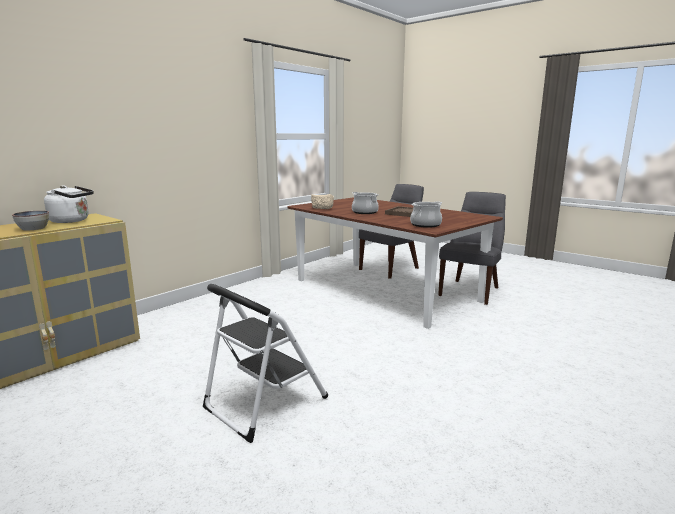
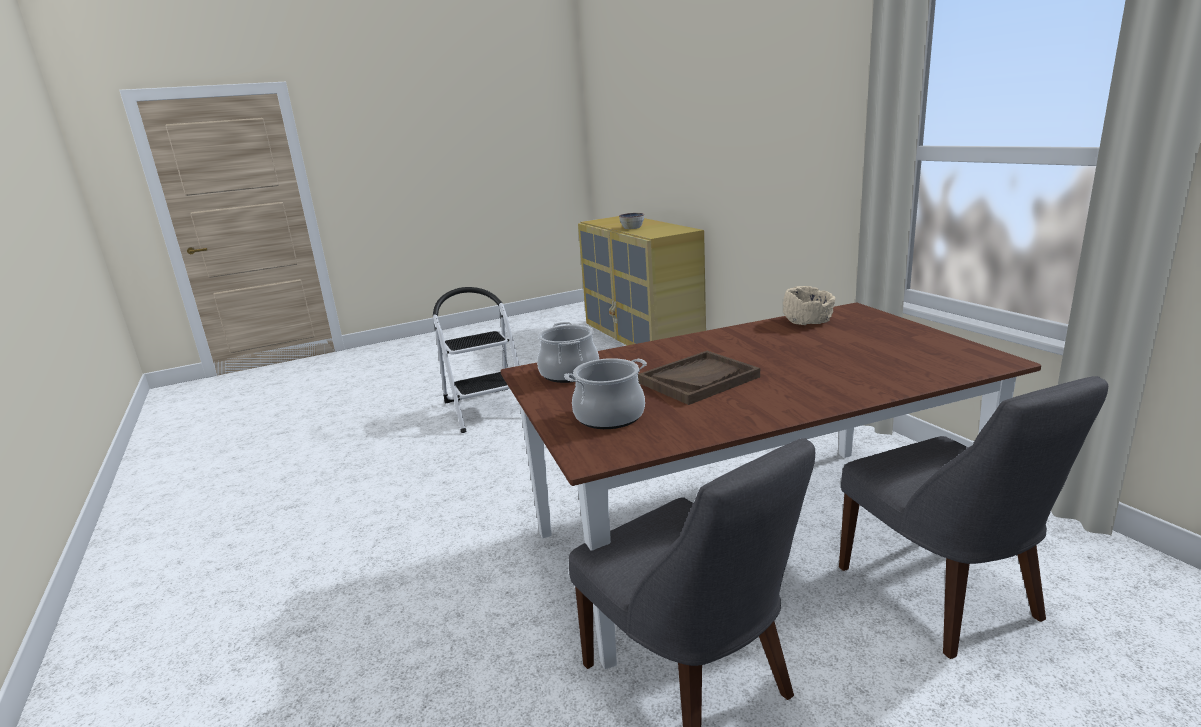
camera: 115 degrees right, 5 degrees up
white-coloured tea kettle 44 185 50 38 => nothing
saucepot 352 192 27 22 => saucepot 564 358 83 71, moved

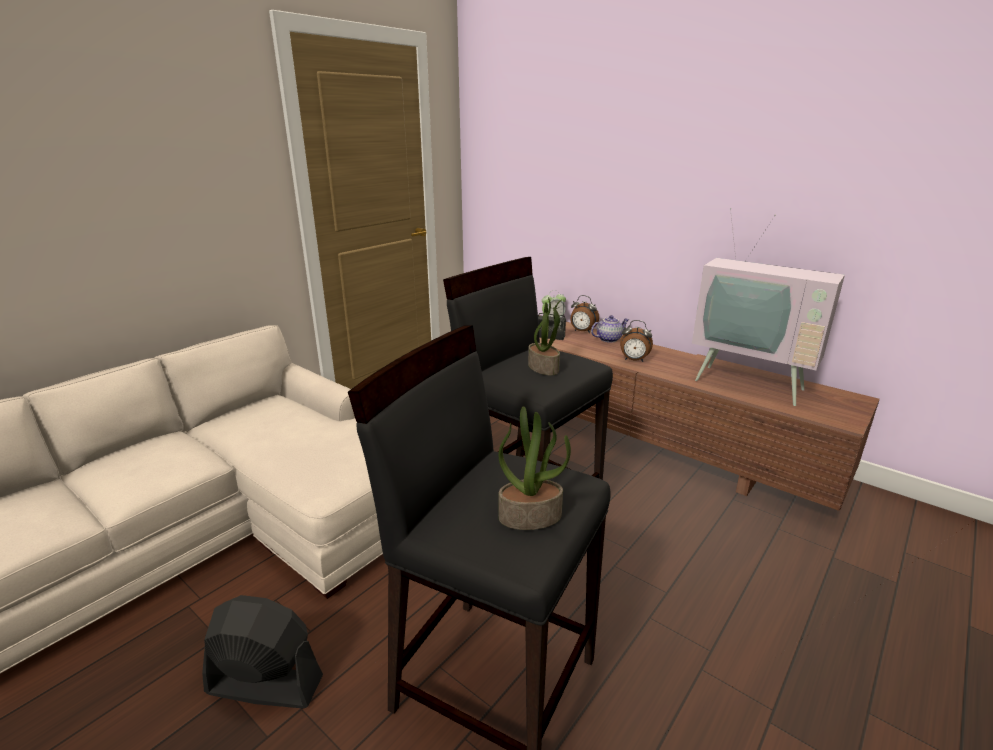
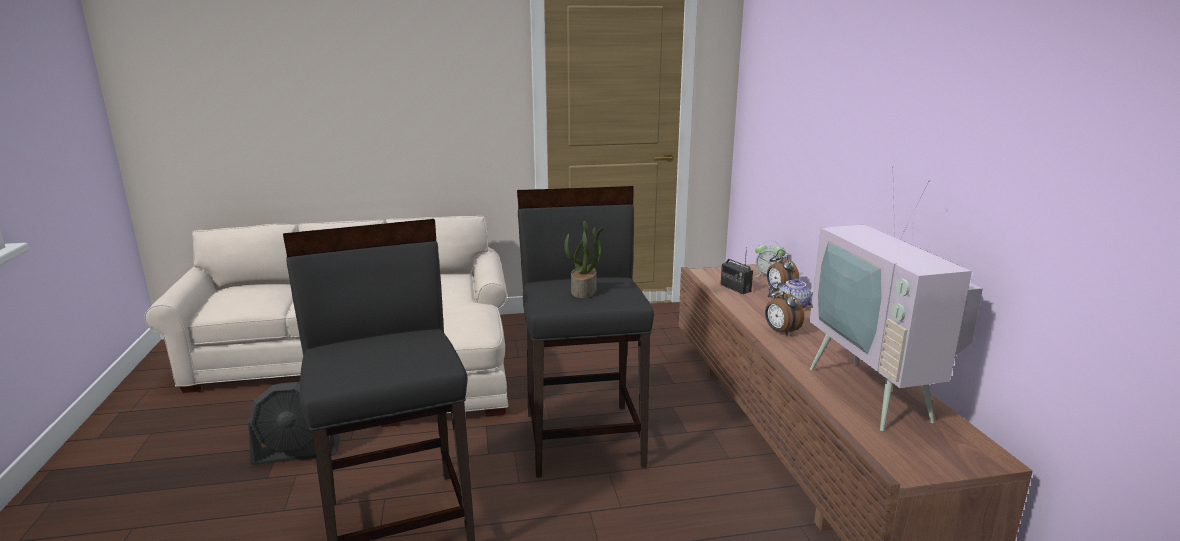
camera: 40 degrees right, 5 degrees down
black cooling fan 202 595 121 113 => black cooling fan 248 382 92 83, 120 degrees clockwise
potted plant 499 406 72 124 => nothing

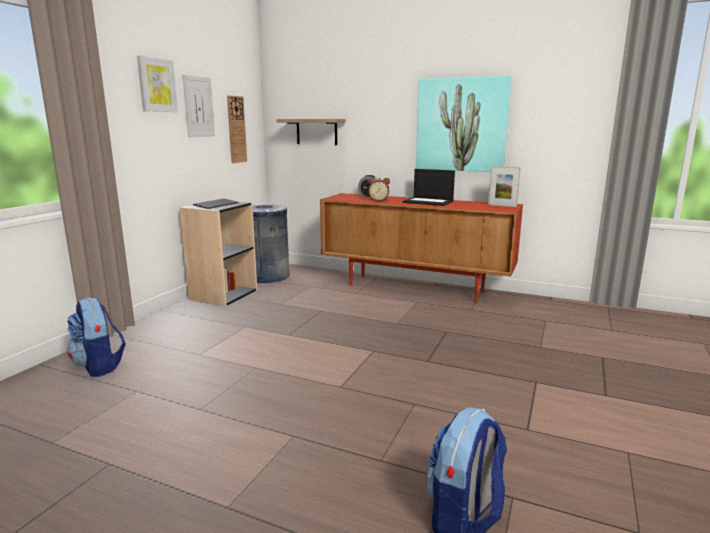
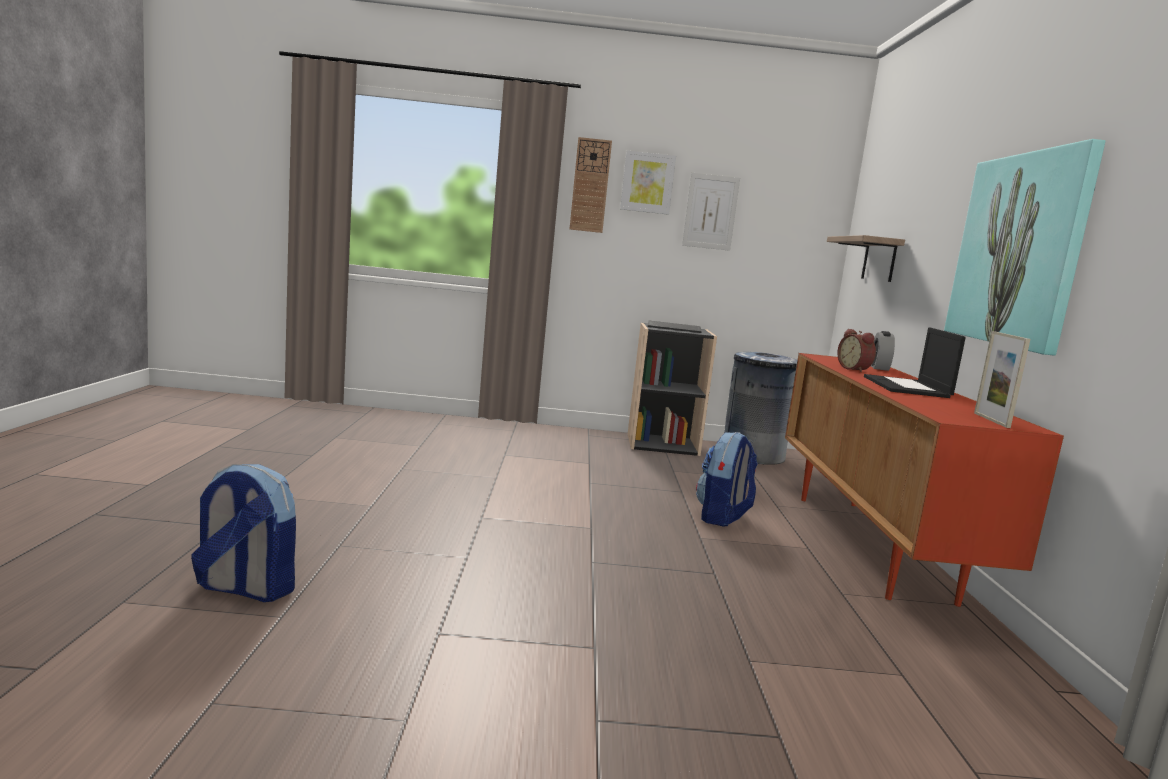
camera: 65 degrees right, 5 degrees down
rucksack 67 297 59 80 => rucksack 696 432 62 95, moved
clock on the wall 227 95 20 68 => clock on the wall 570 137 42 96, moved

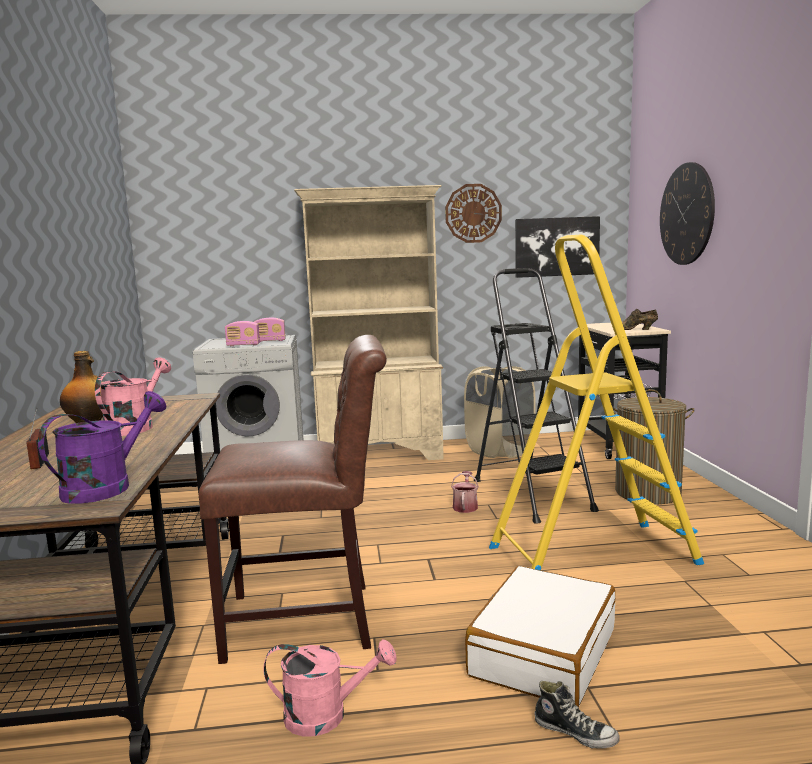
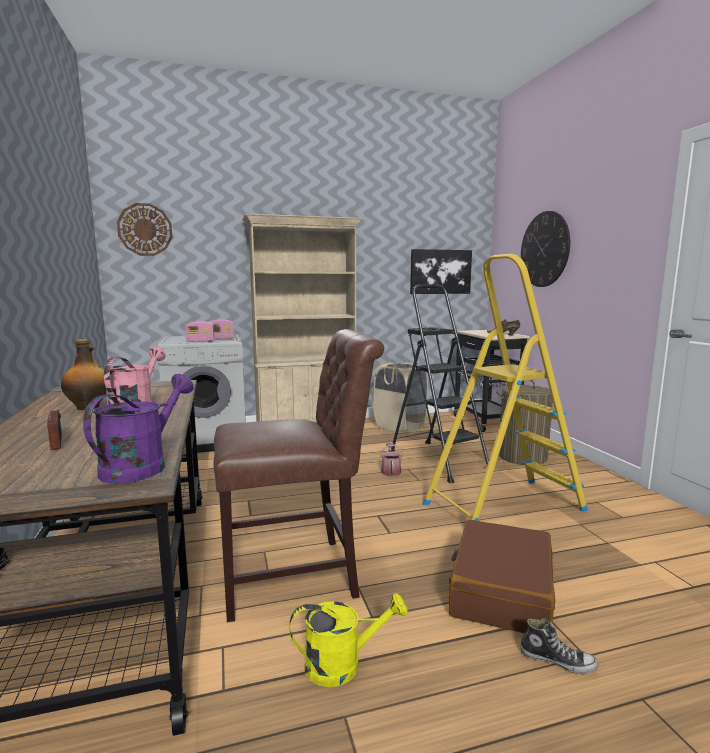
camera: 10 degrees left, 0 degrees up
pinkish watering can 263 639 134 98 => yellow watering can 289 593 119 94
clock on the wall 445 184 57 59 => clock on the wall 117 203 55 53, moved
white-coloured travel case 465 566 150 141 => brown travel case 449 519 106 114

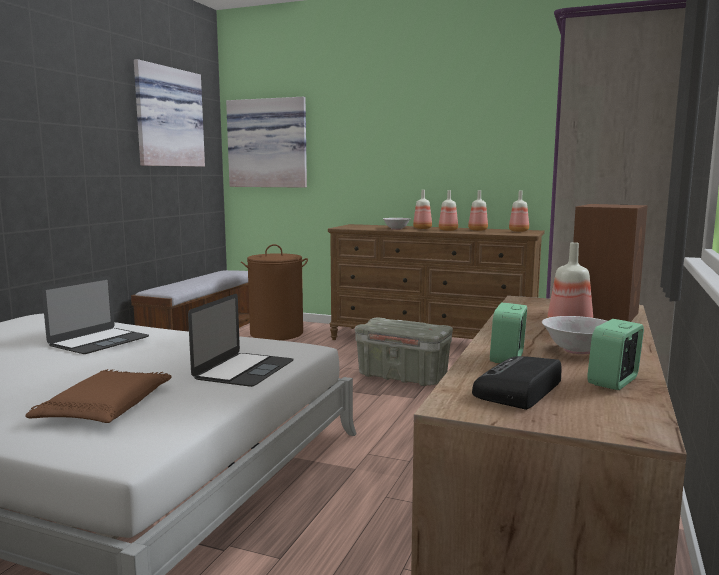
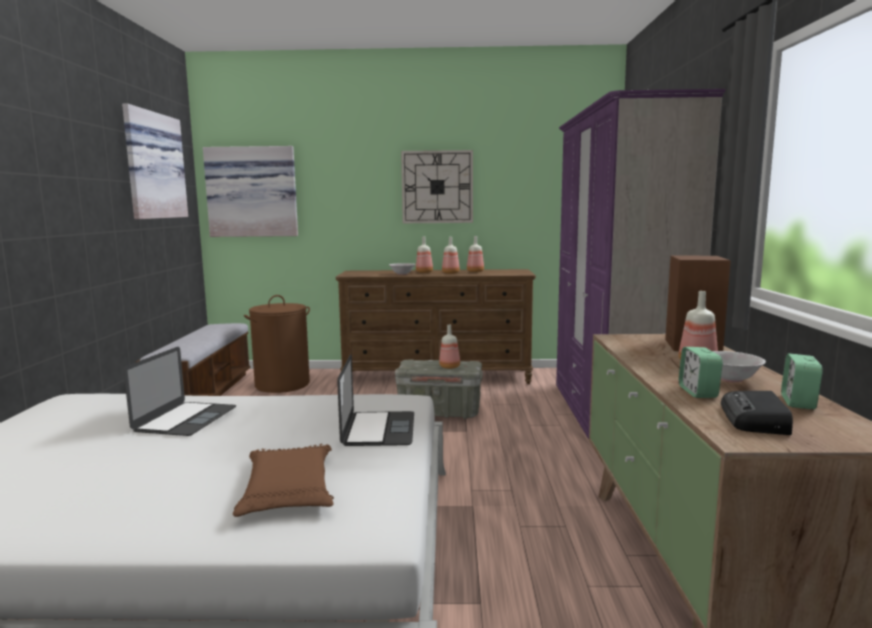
camera: 20 degrees left, 0 degrees up
bottle 509 191 20 41 => bottle 439 325 21 44, moved
nothing => clock on the wall 401 150 72 73

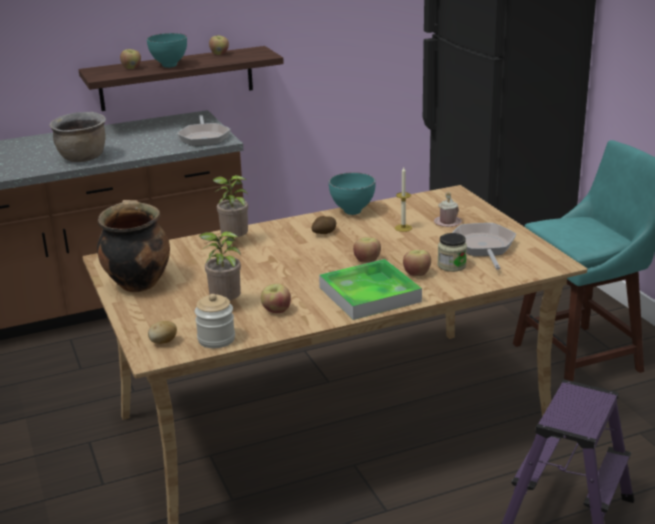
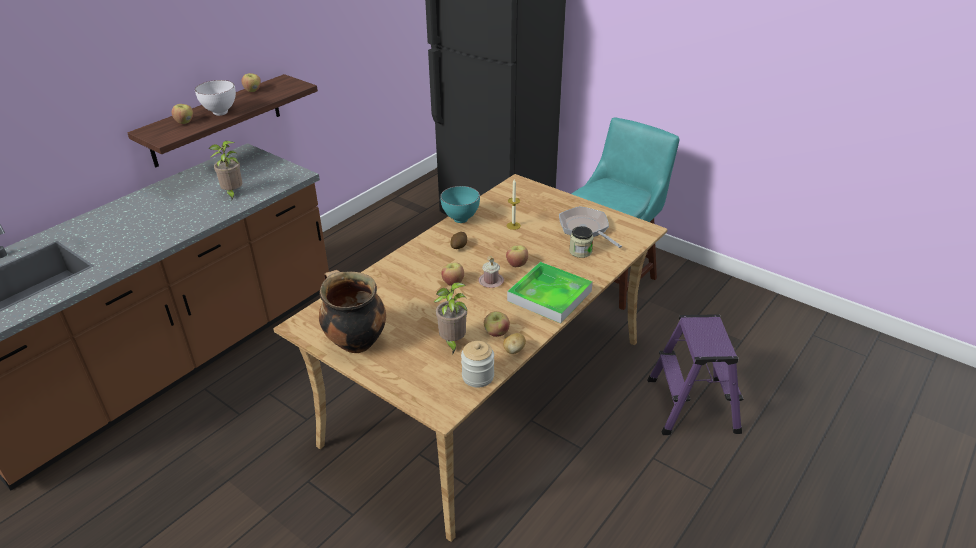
camera: 30 degrees left, 10 degrees up
brown saucepot 50 112 56 50 => nothing
turquoise-coloured deep dish 147 33 40 35 => white-coloured deep dish 195 80 41 36
potato 148 321 29 23 => potato 503 333 23 21, moved
pan 177 115 54 31 => nothing
potted plant 213 175 35 74 => potted plant 209 141 33 58, moved
apple 403 250 28 26 => apple 441 263 23 23, moved
pinkish coffee mug 434 192 28 35 => pinkish coffee mug 478 256 26 32, moved

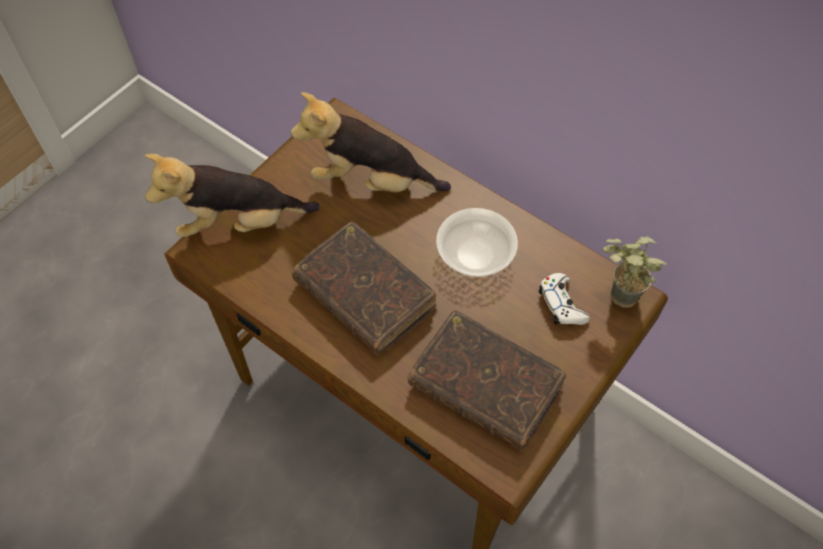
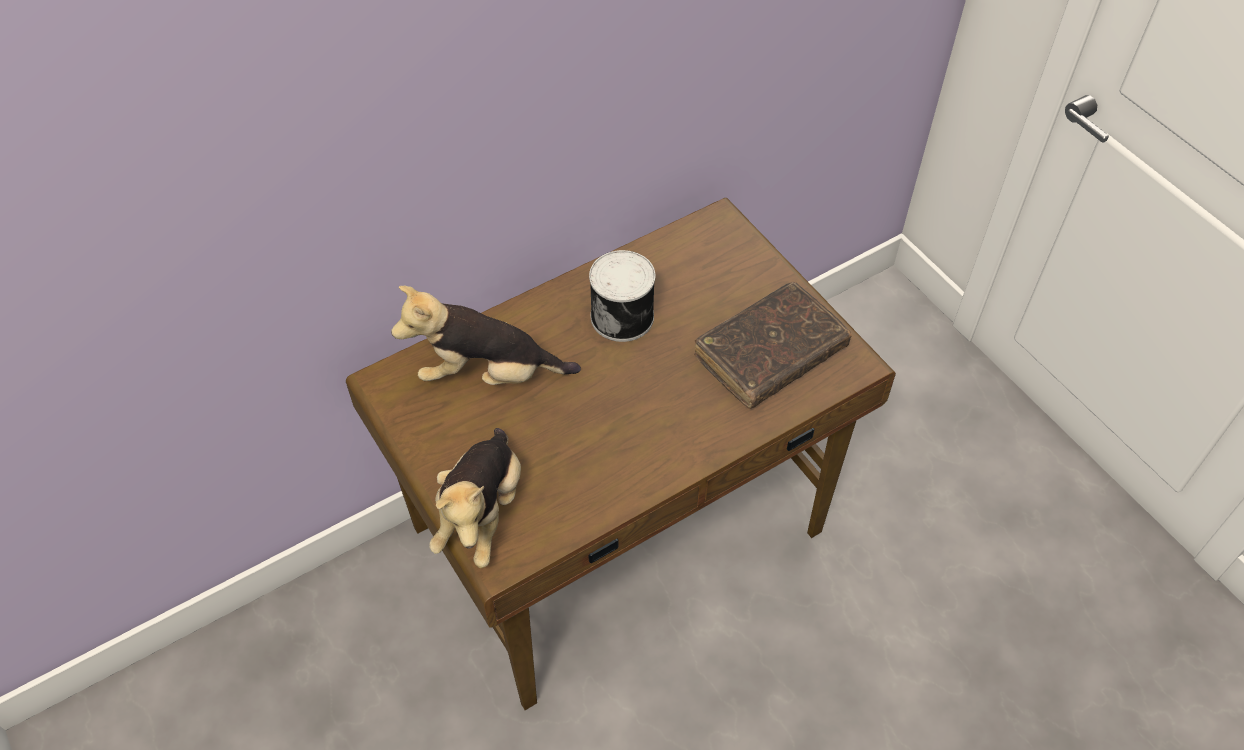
camera: 70 degrees left, 5 degrees down
soft toy 291 92 160 100 => soft toy 391 286 190 99, 60 degrees clockwise
brown book 292 221 145 134 => nothing
deep dish 436 208 82 69 => metal can 589 250 66 92
white-coloured game controller 539 273 51 52 => nothing
potted plant 602 236 65 72 => nothing

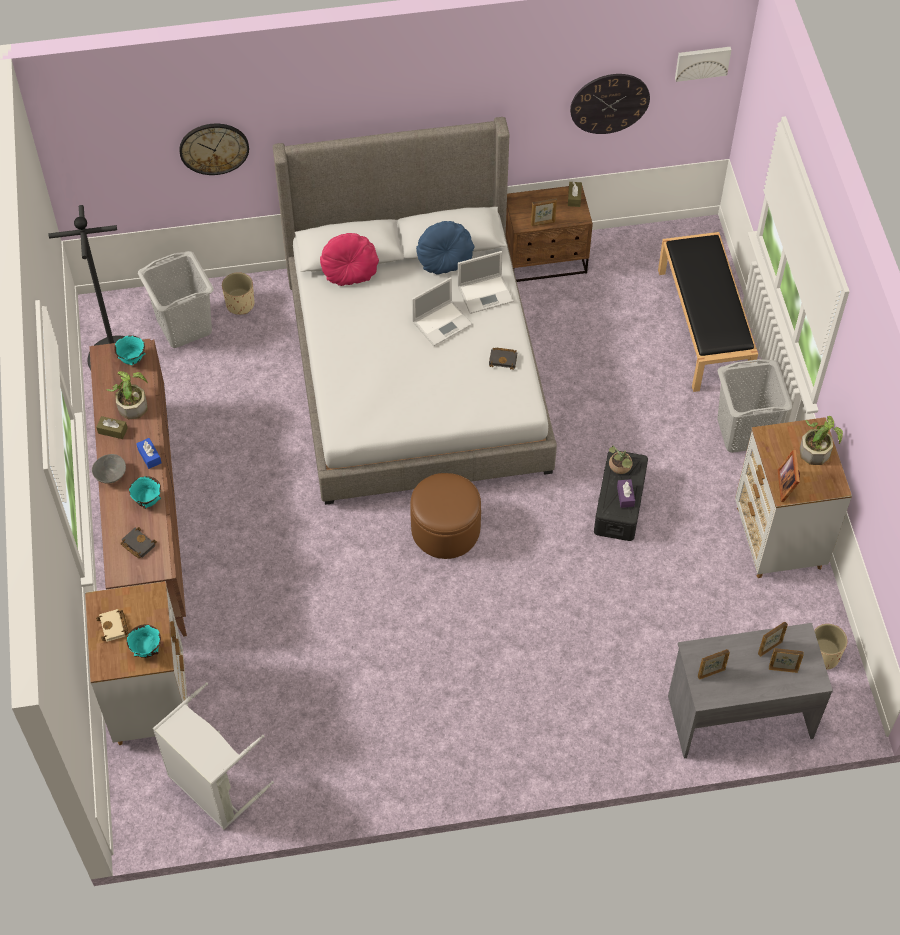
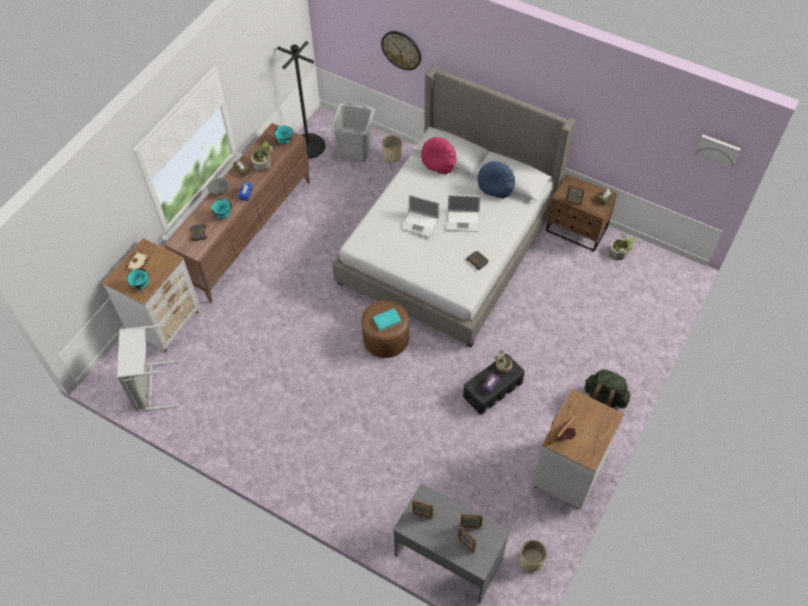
camera: 40 degrees right, 0 degrees up
laptop 458 251 56 63 => laptop 401 194 39 44, moved
clock on the wall 570 74 80 60 => nothing
black bench 658 232 100 160 => nothing
gray washing basket 717 359 75 94 => green-coloured rucksack 585 369 45 40
potted plant 800 416 43 49 => potted plant 608 232 28 28, moved
nothing => turquoise-coloured book 373 308 29 23

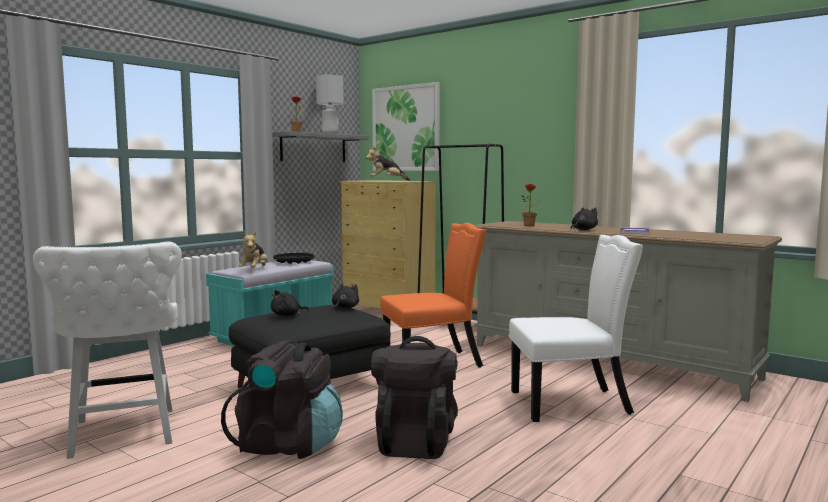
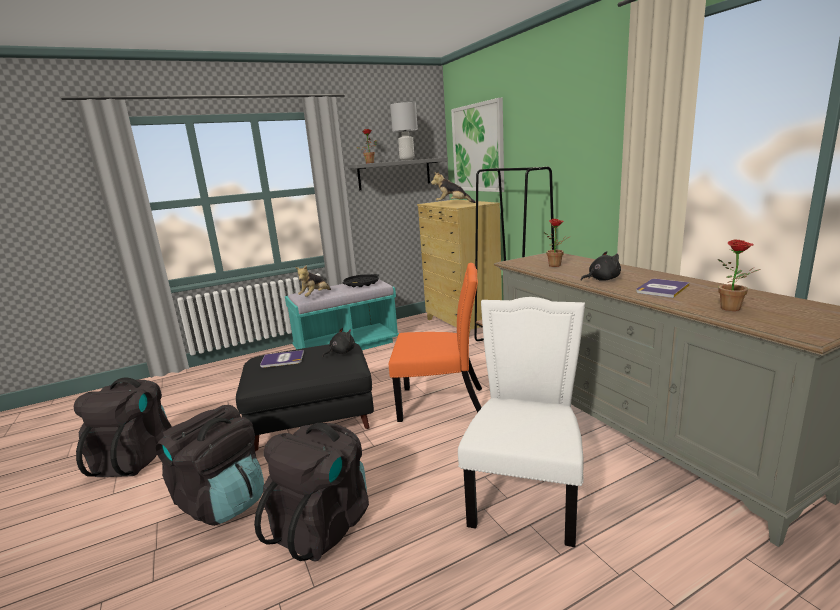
camera: 25 degrees right, 10 degrees up
white-coloured sitting stool 33 241 149 218 => black rucksack 74 377 98 100
black soft toy 271 290 38 26 => book 260 350 44 18
white-coloured plain chair 509 235 134 187 => white-coloured plain chair 458 297 127 250, 90 degrees counterclockwise
nothing => potted plant 718 239 43 72

